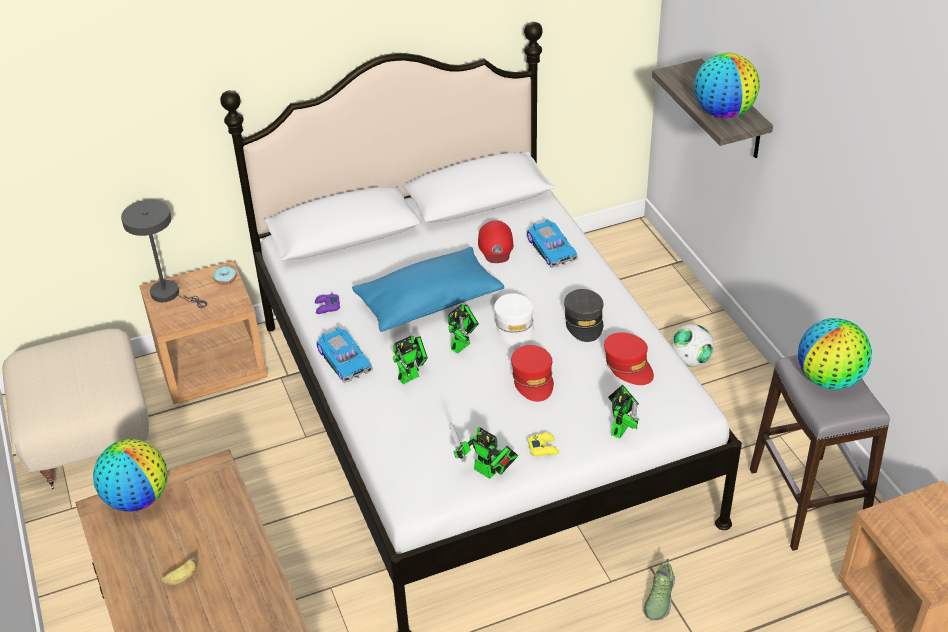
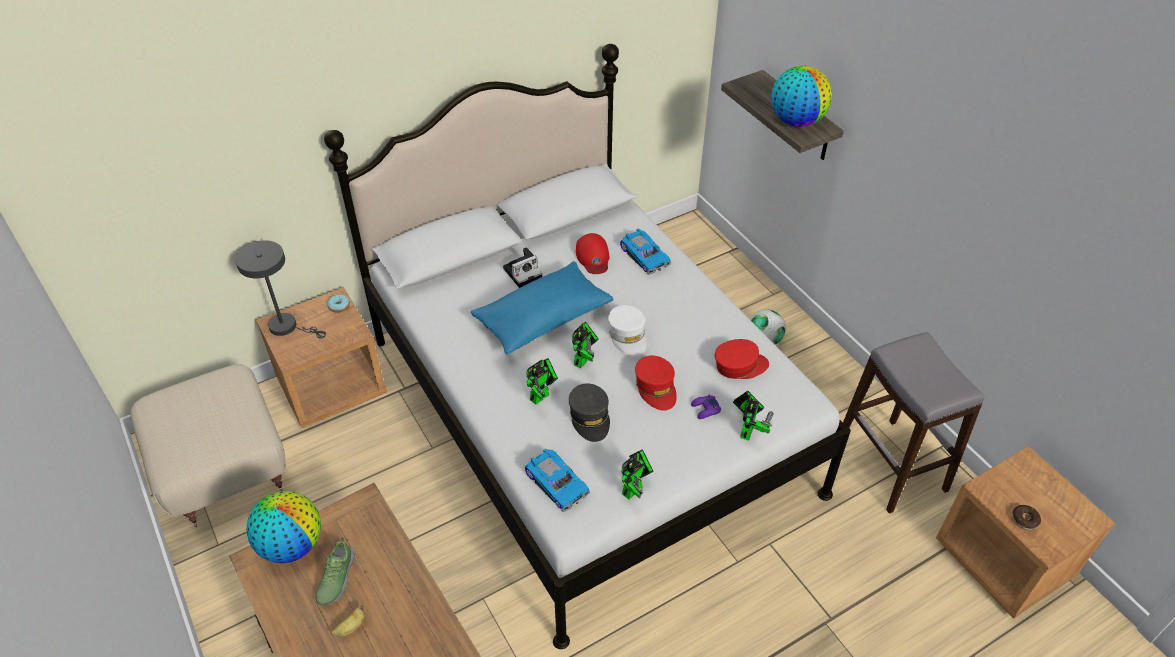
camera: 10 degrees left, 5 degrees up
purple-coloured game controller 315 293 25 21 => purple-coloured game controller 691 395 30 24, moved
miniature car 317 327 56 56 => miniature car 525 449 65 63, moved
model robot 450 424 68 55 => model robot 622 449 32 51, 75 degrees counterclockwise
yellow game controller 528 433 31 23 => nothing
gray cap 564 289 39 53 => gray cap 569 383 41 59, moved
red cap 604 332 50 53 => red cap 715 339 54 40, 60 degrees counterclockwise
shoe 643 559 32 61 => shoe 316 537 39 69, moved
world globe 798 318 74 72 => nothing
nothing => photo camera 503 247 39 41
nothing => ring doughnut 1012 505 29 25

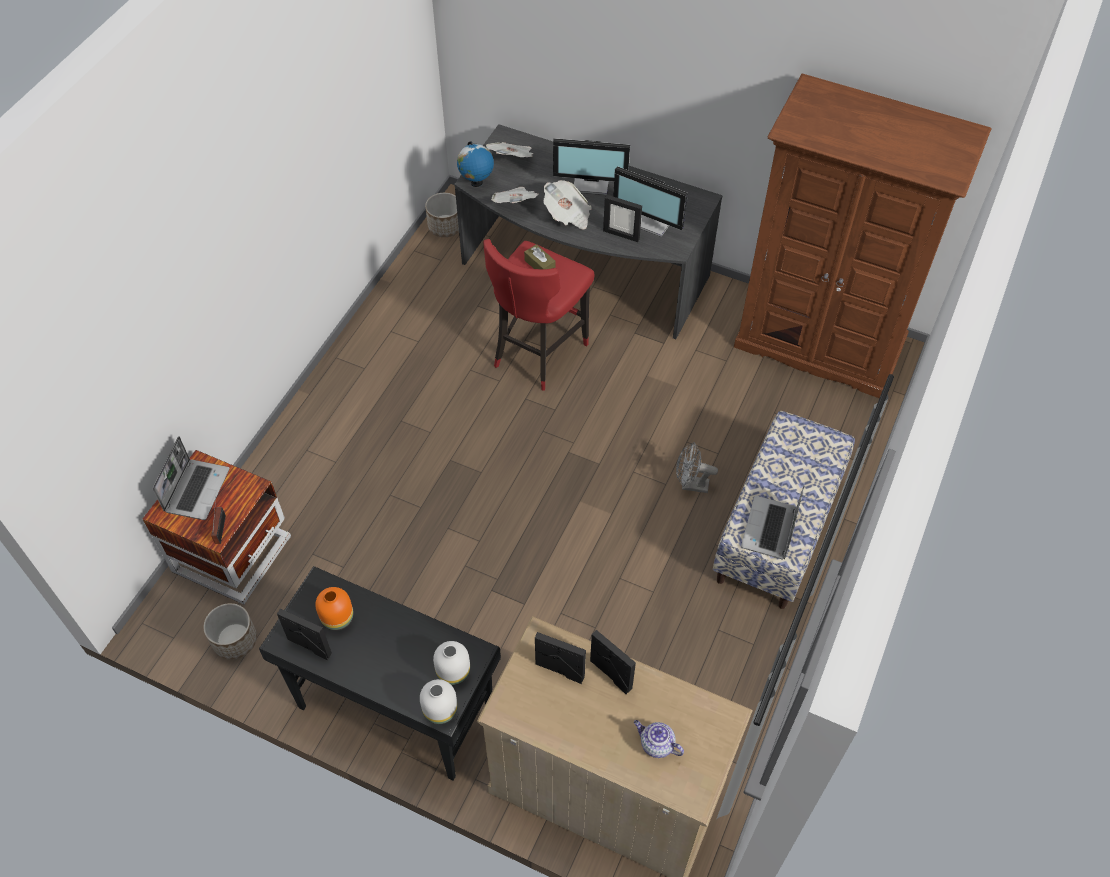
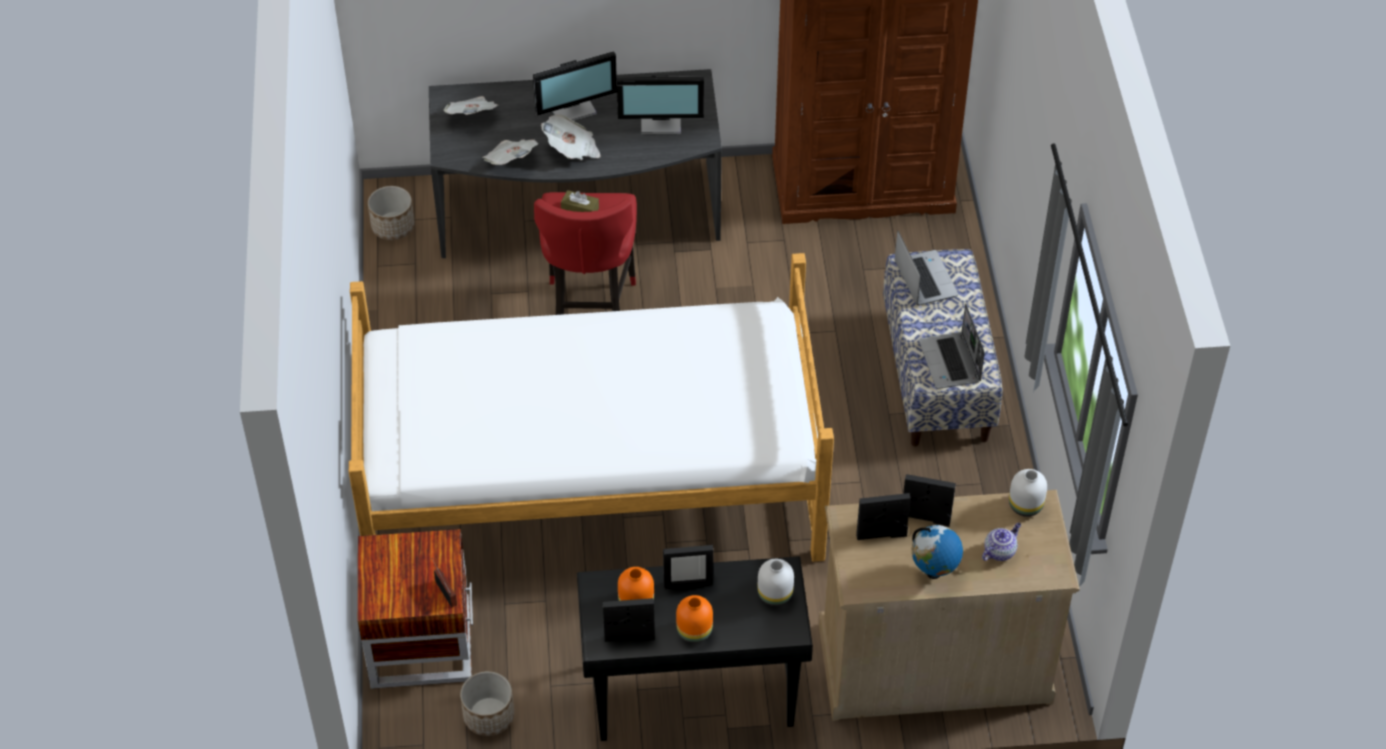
camera: 30 degrees left, 5 degrees down
laptop 153 436 77 84 => laptop 895 231 63 75, moved
white-coloured flower vase 420 679 38 45 => white-coloured flower vase 1009 469 38 48, moved
world globe 457 141 37 46 => world globe 912 525 51 54, moved
photo frame 603 195 39 47 => photo frame 663 545 51 44, moved
teapot 634 720 50 38 => teapot 982 523 39 38, 135 degrees clockwise
gray cooling fan 676 442 42 51 => nothing
nothing => sleeping bed 349 253 485 309
nothing => orange flower vase 676 595 37 48

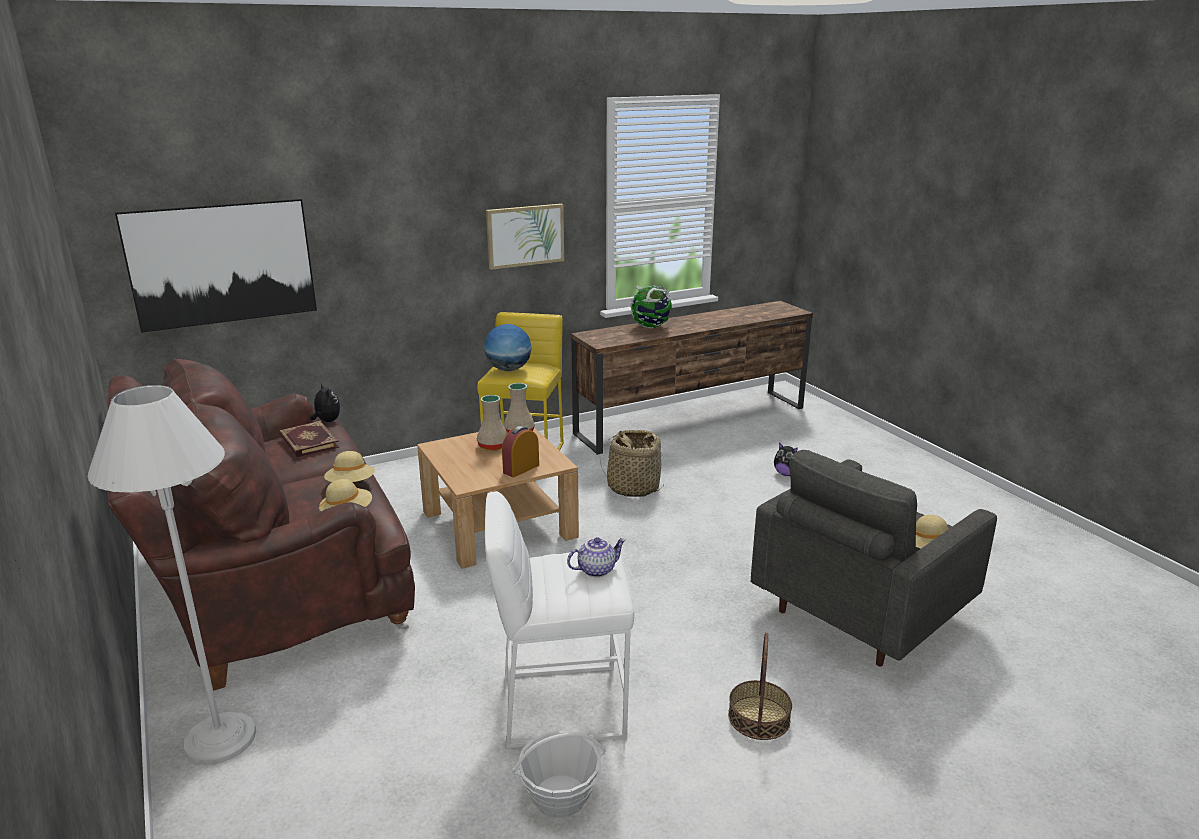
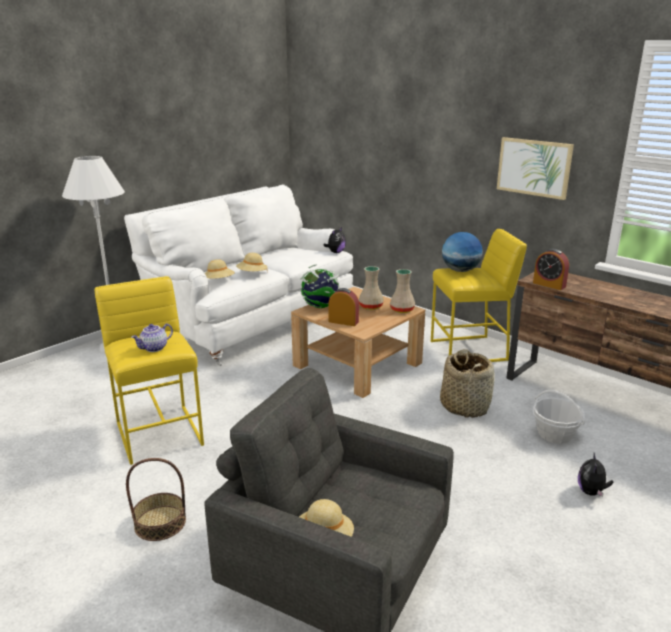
camera: 70 degrees right, 0 degrees up
brown sofa 107 358 308 333 => white-coloured sofa 124 184 229 182
wall art 115 199 202 134 => nothing
book 279 421 60 36 => nothing
white-coloured sitting stool 485 491 149 257 => yellow sitting stool 95 276 109 189
storage basket 512 731 94 87 => storage basket 533 390 52 54, moved
teapot 567 537 59 40 => teapot 131 324 42 28, 90 degrees clockwise
world globe 631 285 41 43 => world globe 301 264 38 44, moved
nothing => table clock 533 249 36 41

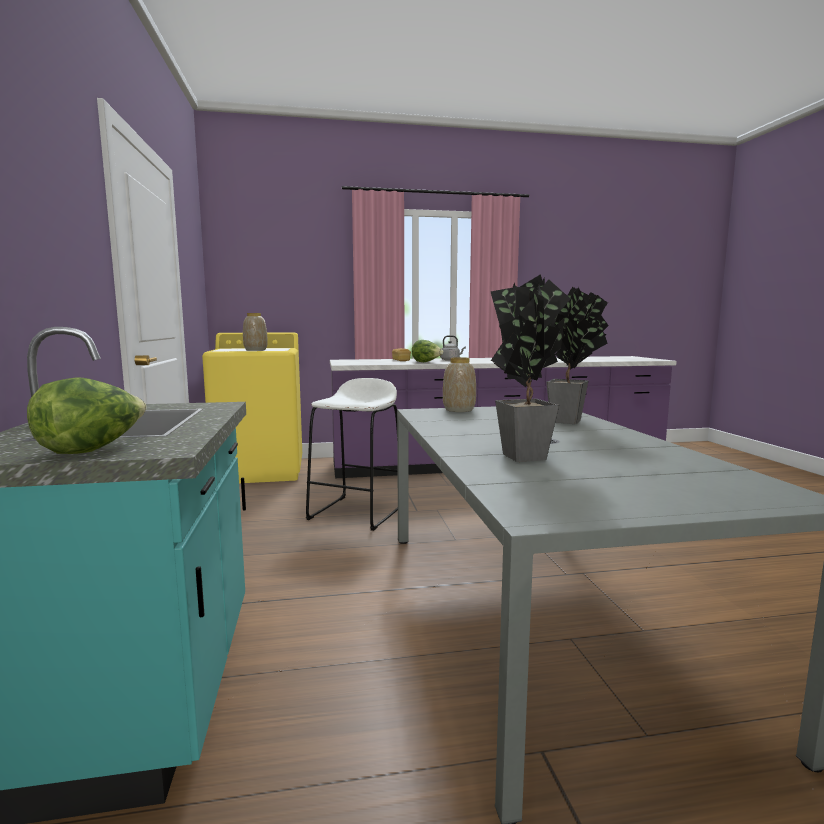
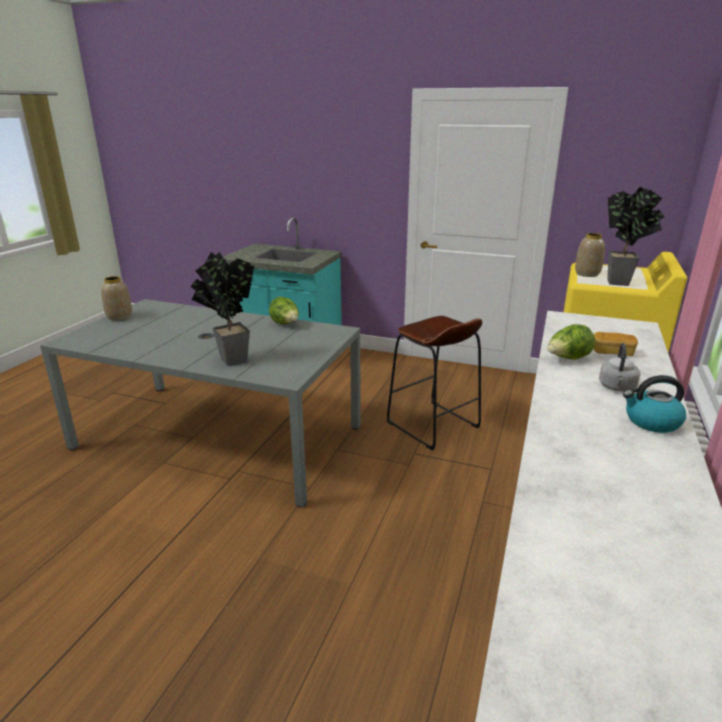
camera: 120 degrees right, 15 degrees up
head of lettuce 27 377 120 77 => head of lettuce 269 297 30 27, moved
white-coloured sitting stool 306 378 92 153 => brown sitting stool 387 316 95 134
flower vase 443 357 33 55 => flower vase 101 276 31 45, moved
potted plant 490 274 81 188 => potted plant 607 187 57 99, moved
nothing => tea kettle 623 375 63 58

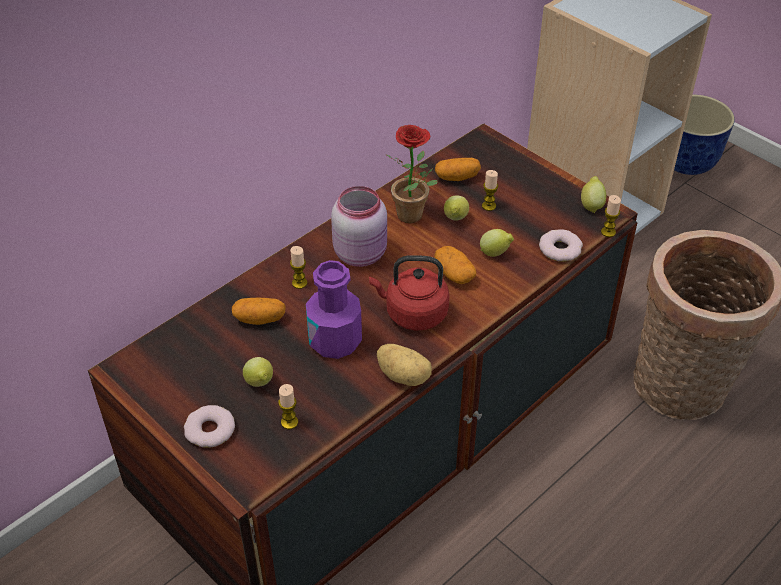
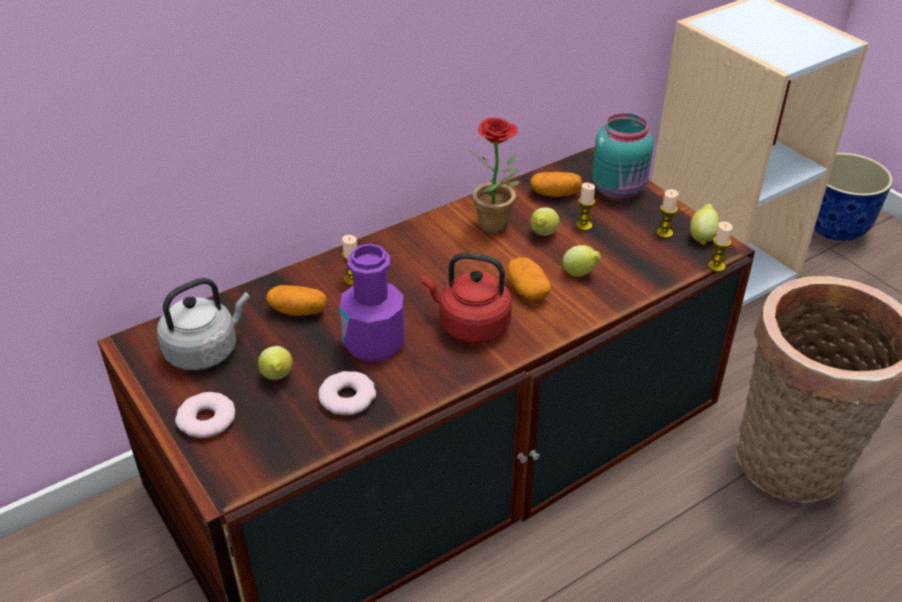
camera: 10 degrees right, 5 degrees down
wax candle 278 384 20 45 => wax candle 656 189 23 49, moved
pinkish storage jar 331 186 56 81 => nothing
potato 377 344 55 42 => nothing
ring doughnut 539 229 44 33 => ring doughnut 318 371 58 44, moved
nothing => gray tea kettle 157 278 93 92
nothing => turquoise-coloured storage jar 592 113 61 86

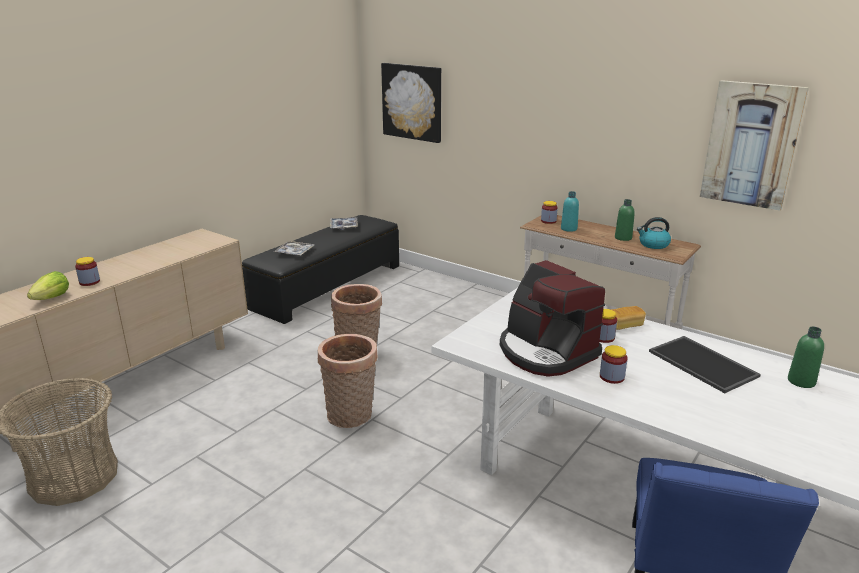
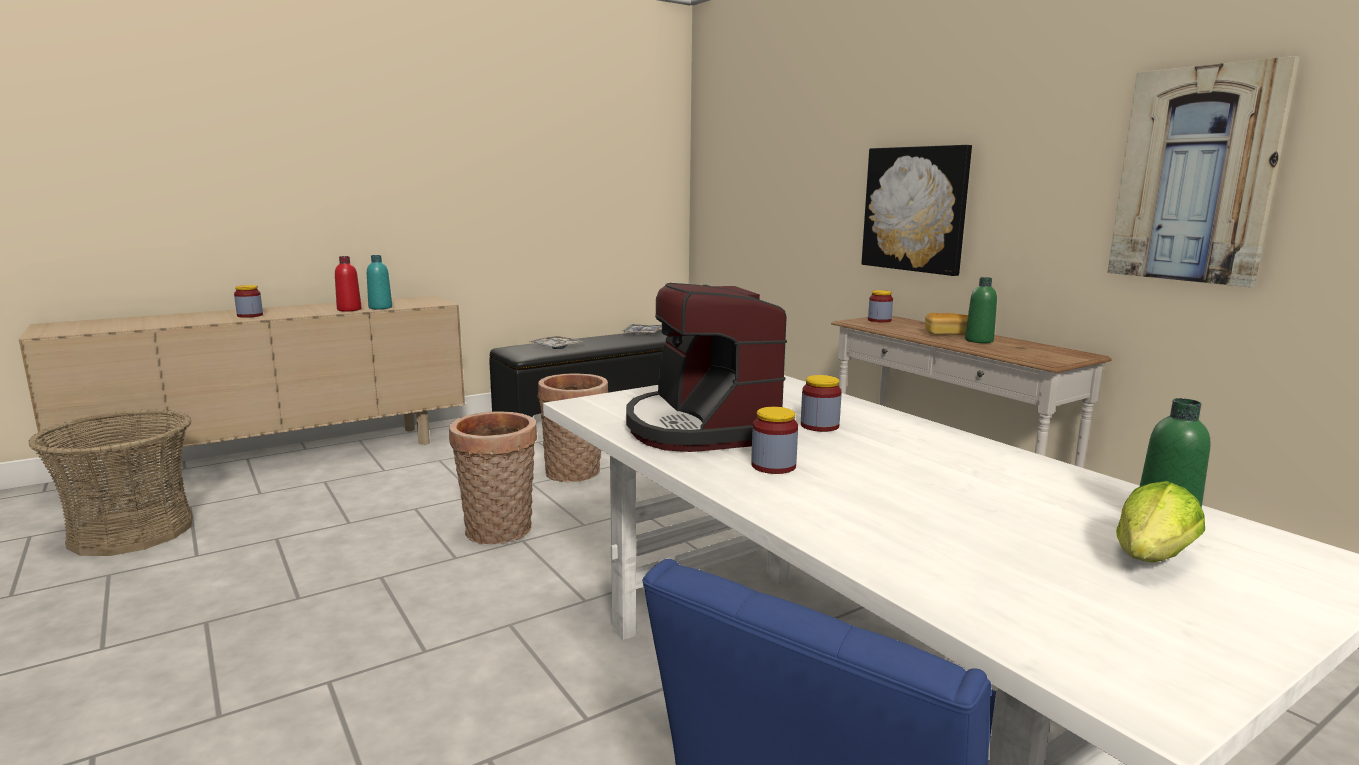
camera: 20 degrees right, 10 degrees down
head of lettuce 27 271 42 29 => head of lettuce 1116 481 89 81, moved
wall art 381 63 60 80 => wall art 862 145 110 131, moved
turquoise-coloured bottle 561 191 18 41 => turquoise-coloured bottle 367 255 25 54, moved
bread 611 306 35 24 => bread 925 313 43 22, moved
tea kettle 637 217 34 32 => nothing
serving tray 649 336 112 57 => nothing
nothing => red bottle 335 256 27 56

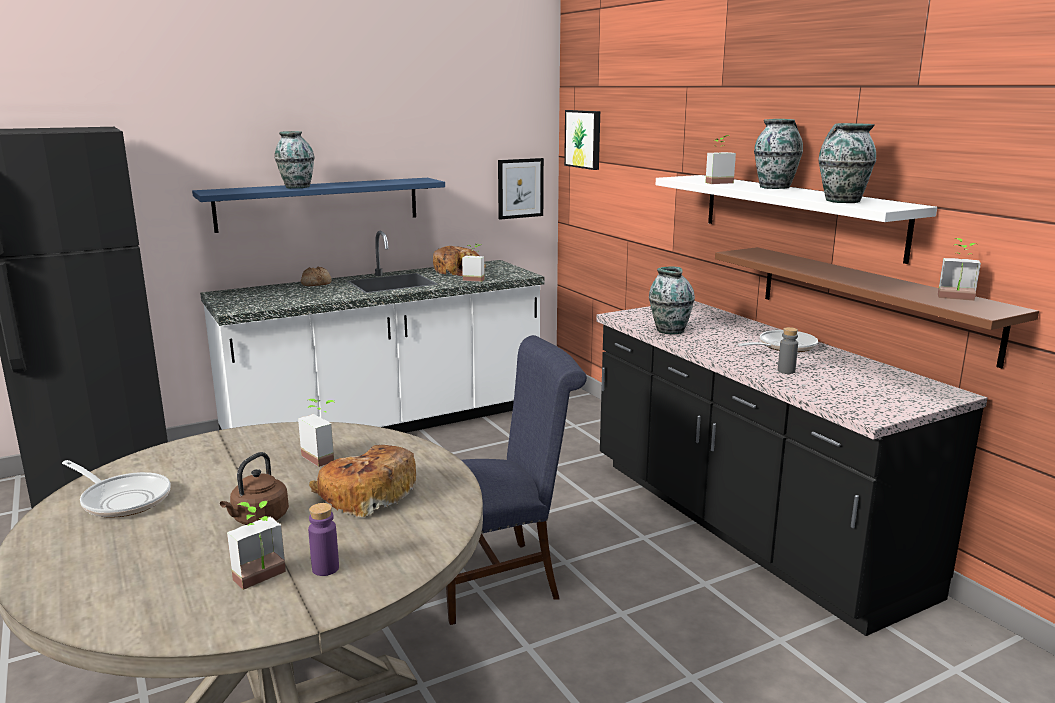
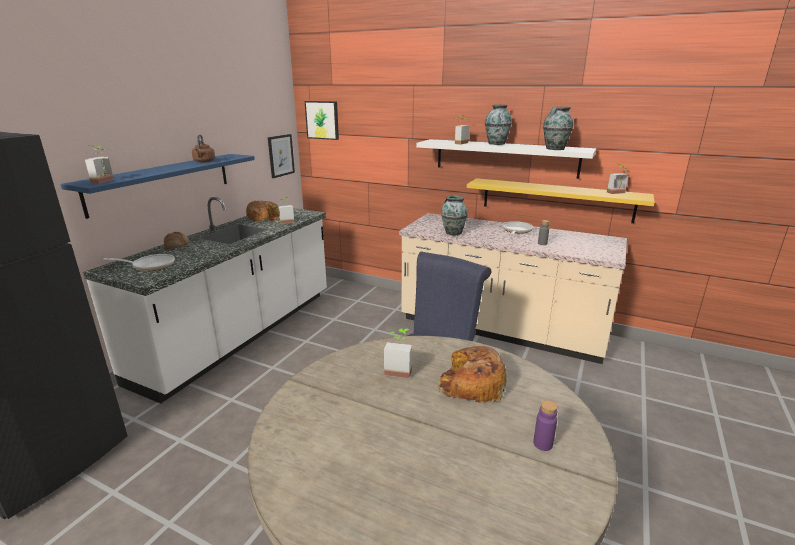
camera: 35 degrees left, 5 degrees up
pan 62 460 109 58 => pan 103 254 72 17, moved
brown tea kettle 220 452 69 73 => brown tea kettle 192 134 23 29, moved
potted plant 227 501 59 89 => potted plant 85 145 29 38, moved
flower vase 275 131 40 57 => nothing
black kitchen base unit 596 301 391 335 => beige-coloured kitchen base unit 399 213 228 151
brown shelf 715 247 324 122 => yellow shelf 467 178 188 45

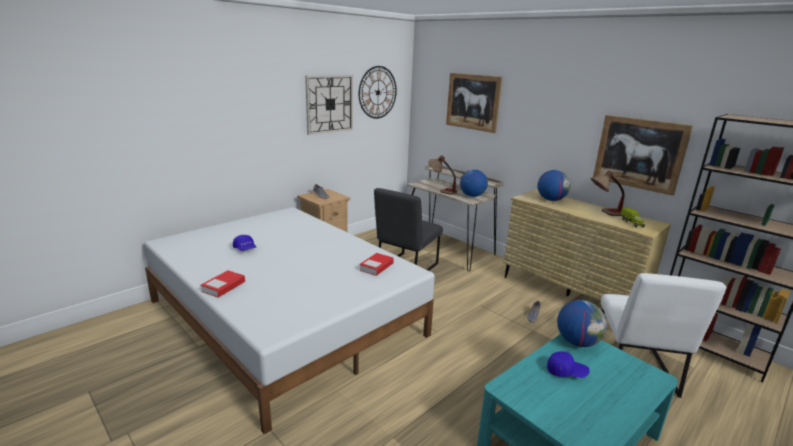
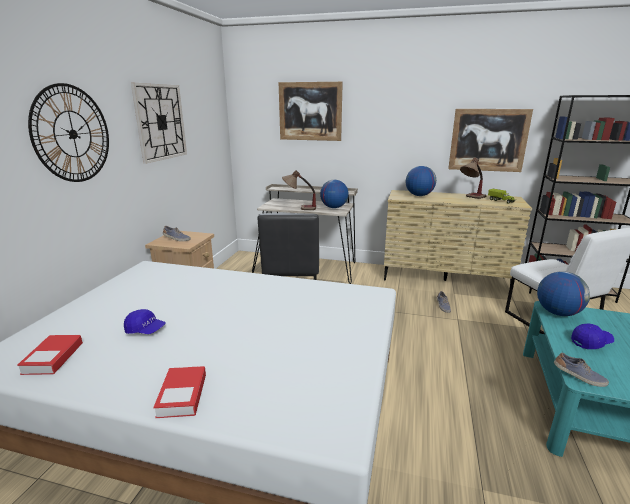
camera: 30 degrees left, 0 degrees up
clock on the wall 359 66 38 53 => clock on the wall 28 83 81 99, moved
book 359 253 35 23 => book 17 335 66 40, moved
nothing => shoe 554 353 55 34

